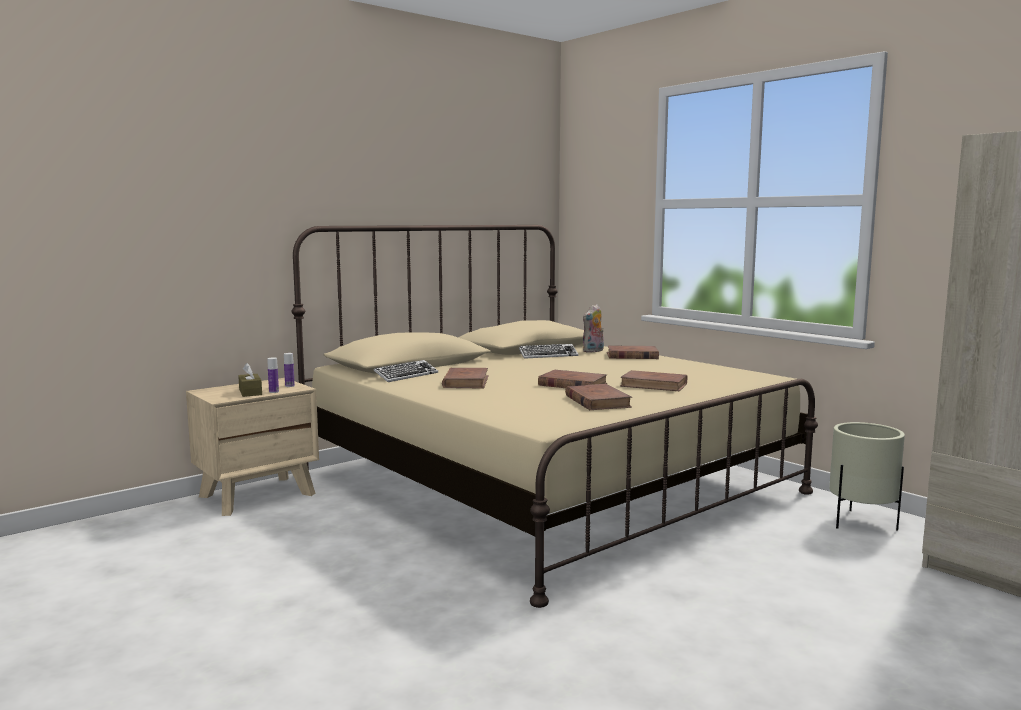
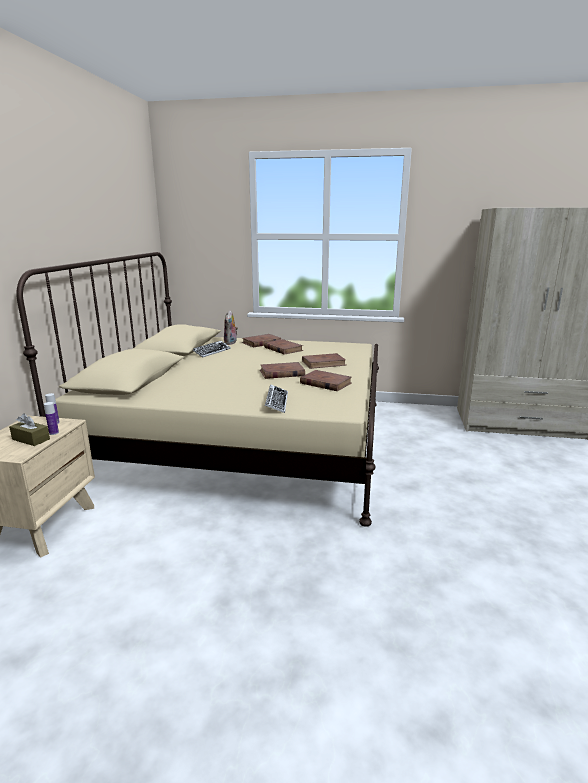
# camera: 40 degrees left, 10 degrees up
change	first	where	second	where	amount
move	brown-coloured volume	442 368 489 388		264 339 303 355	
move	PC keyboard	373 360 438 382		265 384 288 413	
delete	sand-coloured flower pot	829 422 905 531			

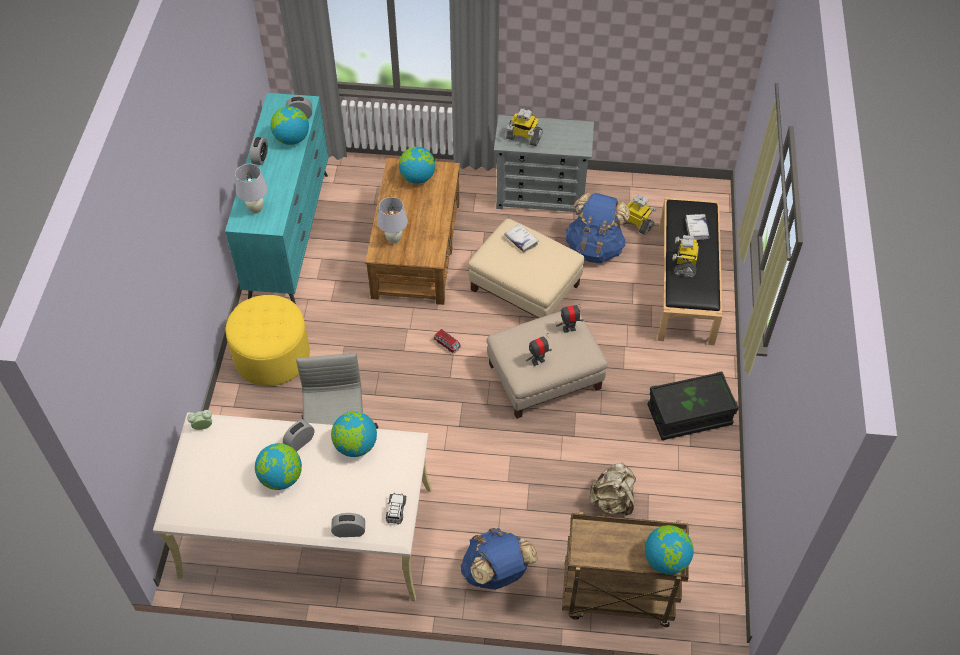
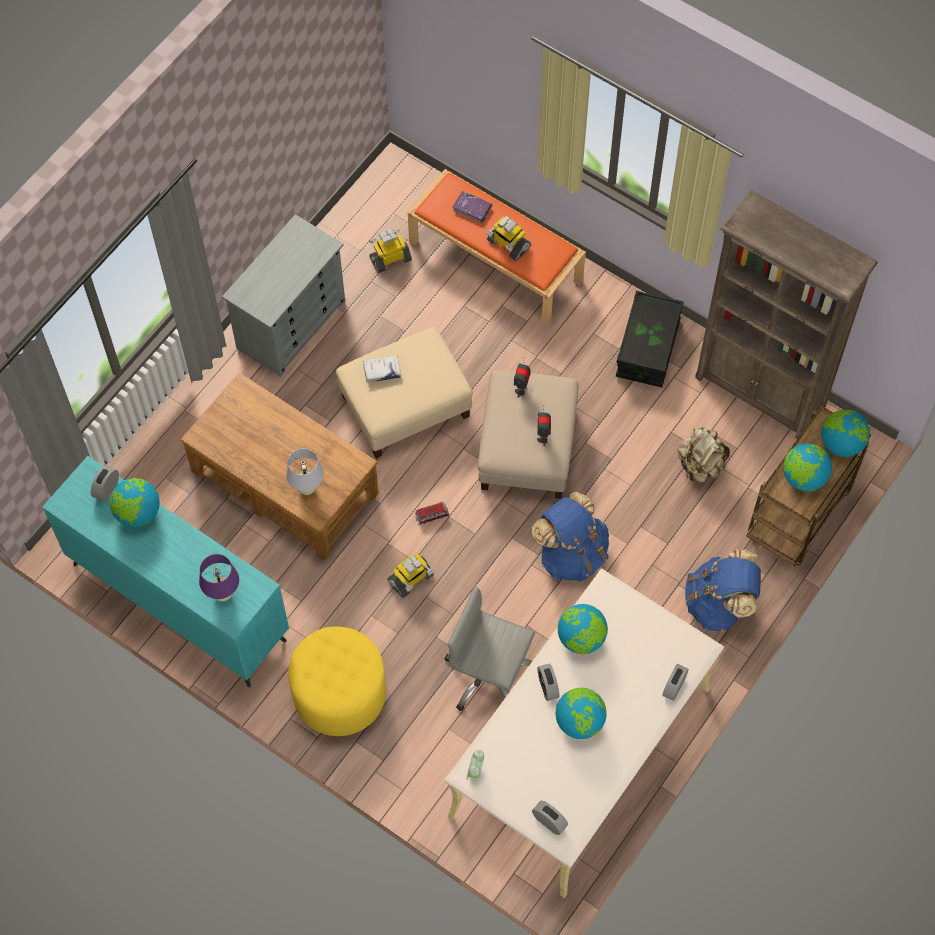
# camera: 60 degrees left, 10 degrees up
change	first	where	second	where	amount
recolor	white lamp for a table	235 164 268 214	purple-coloured lamp for a table	199 554 239 601	
move	robot figure	506 108 543 146		387 553 434 598	
recolor	blackish indoor bench	658 197 722 345	orange-coloured indoor bench	408 169 586 325	
recolor	white volume	685 214 709 240	purple-coloured volume	452 191 493 224	
move	blue knapsack	566 192 630 264		532 492 609 581	
move	table clock	250 137 268 165		532 800 568 835	
insert			brown-coloured bookcase	695 190 878 439	
move	globe	399 147 435 184		783 444 832 491	
delete	toy car	386 493 407 525			

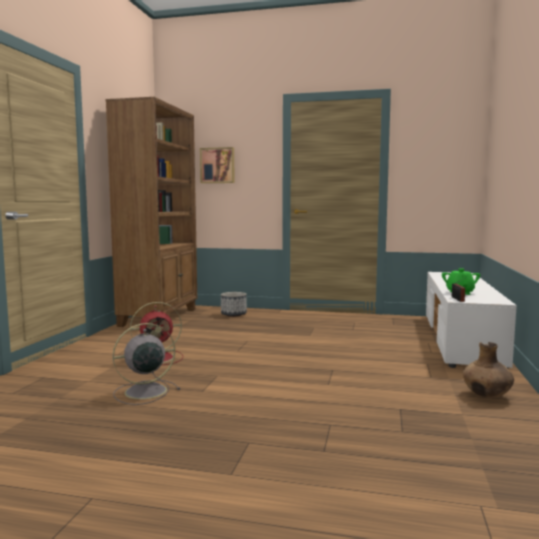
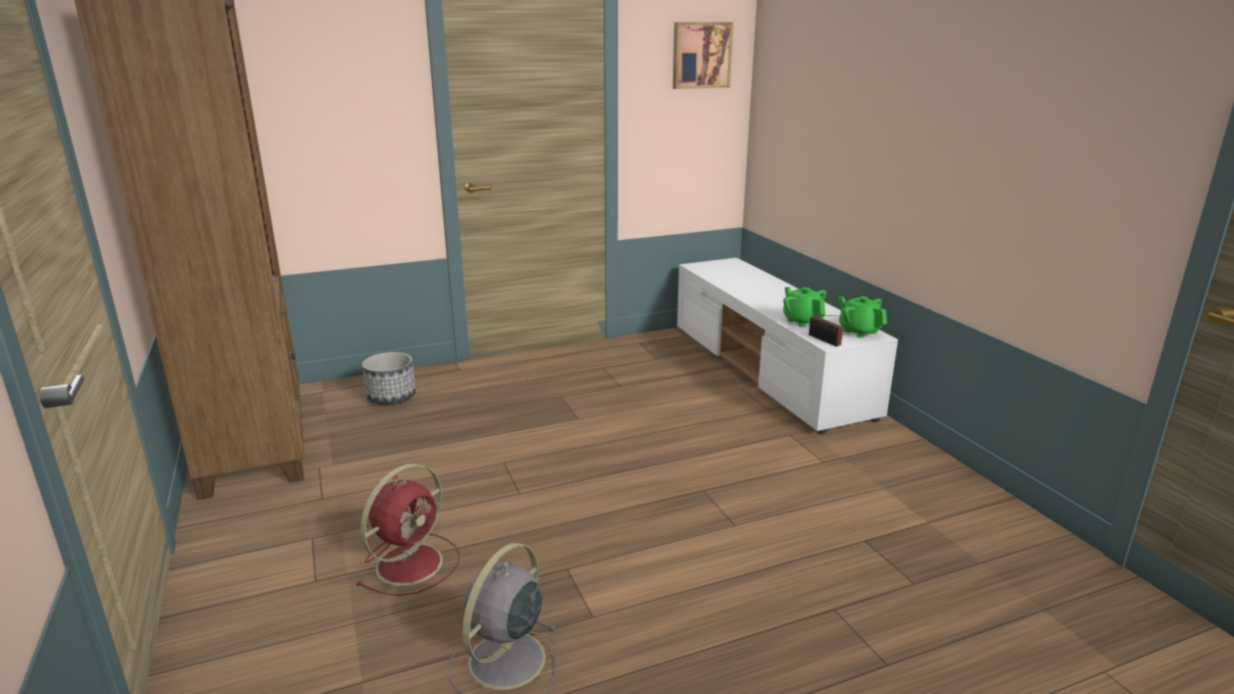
# camera: 35 degrees left, 15 degrees up
change	first	where	second	where	amount
move	wall picture	200 147 235 183		673 22 733 89	
insert			green teapot	838 296 887 338	
delete	brown-coloured flower vase	463 342 514 398			

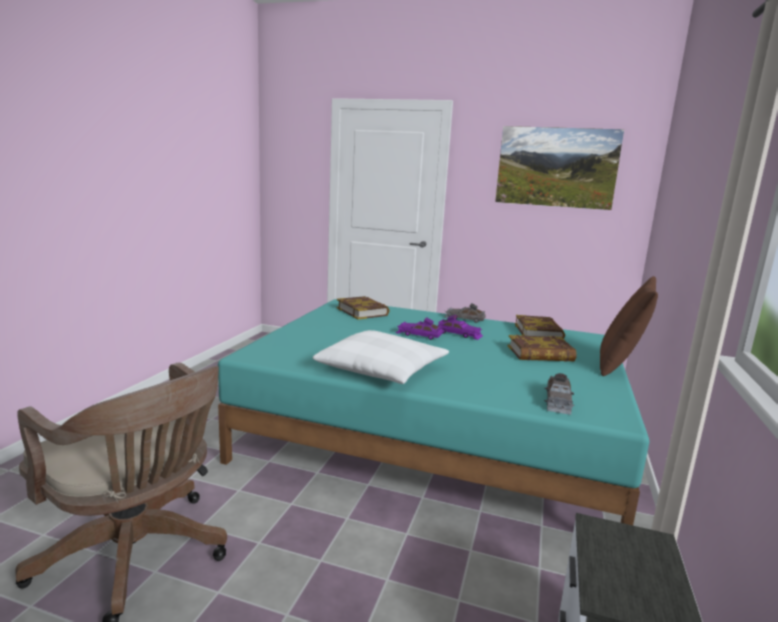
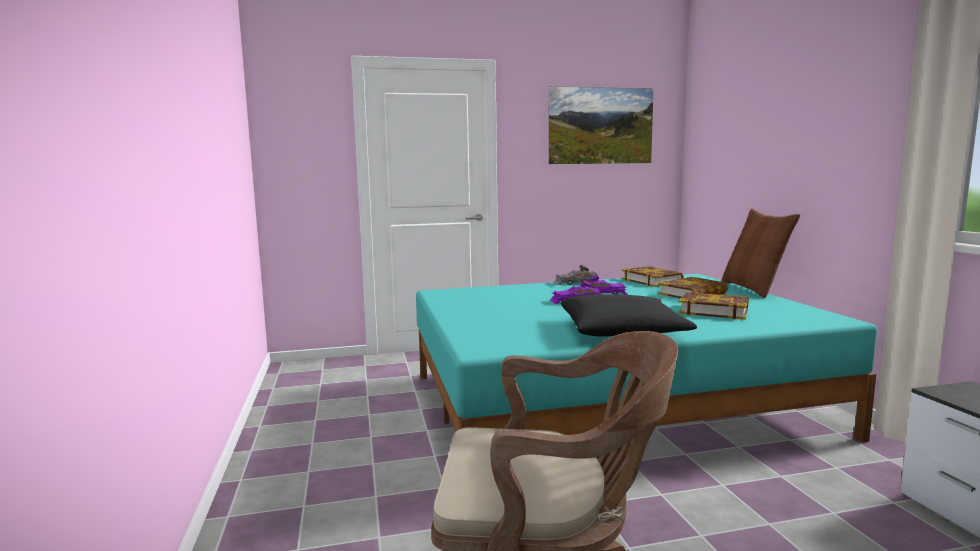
# camera: 30 degrees left, 5 degrees down
change	first	where	second	where	amount
recolor	white cushion	313 330 449 384	blackish cushion	561 294 697 336	
move	volume	337 296 389 320		679 292 749 320	
delete	grey toy car	544 373 575 415			

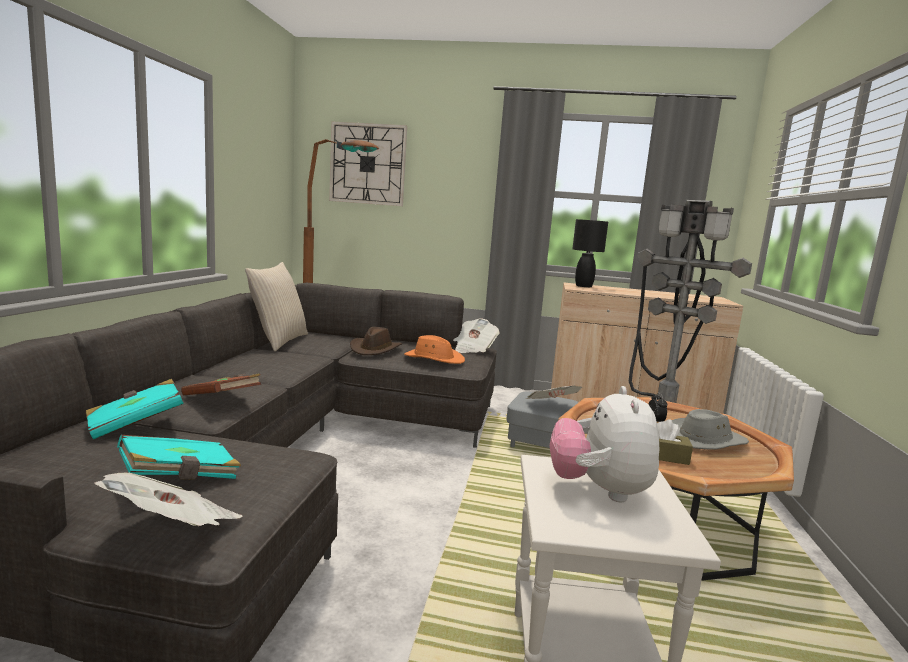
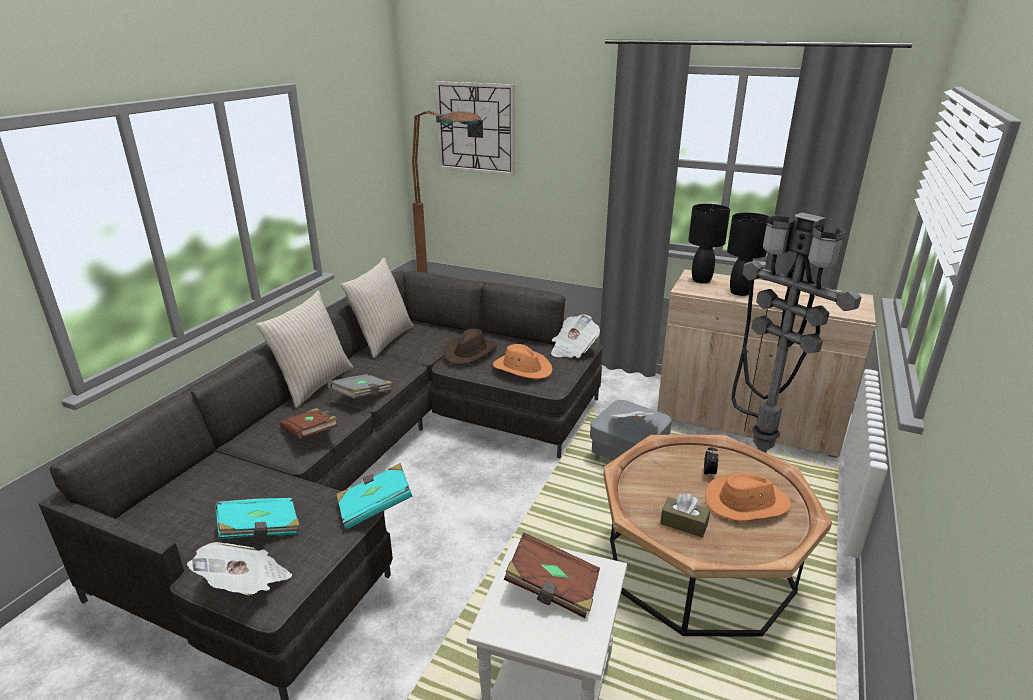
# camera: 15 degrees right, 15 degrees up
change	first	where	second	where	amount
insert			sand-coloured cushion	256 291 353 408	
insert			grey volume	328 374 393 399	
move	turquoise-coloured volume	86 379 184 439		336 463 413 529	
replace	plush toy	550 386 659 502	brown-coloured volume	504 532 600 618	
recolor	grey wearable hat	672 409 749 450	orange-coloured wearable hat	705 473 791 521	
insert			blackish lamp for a table	727 213 770 296	

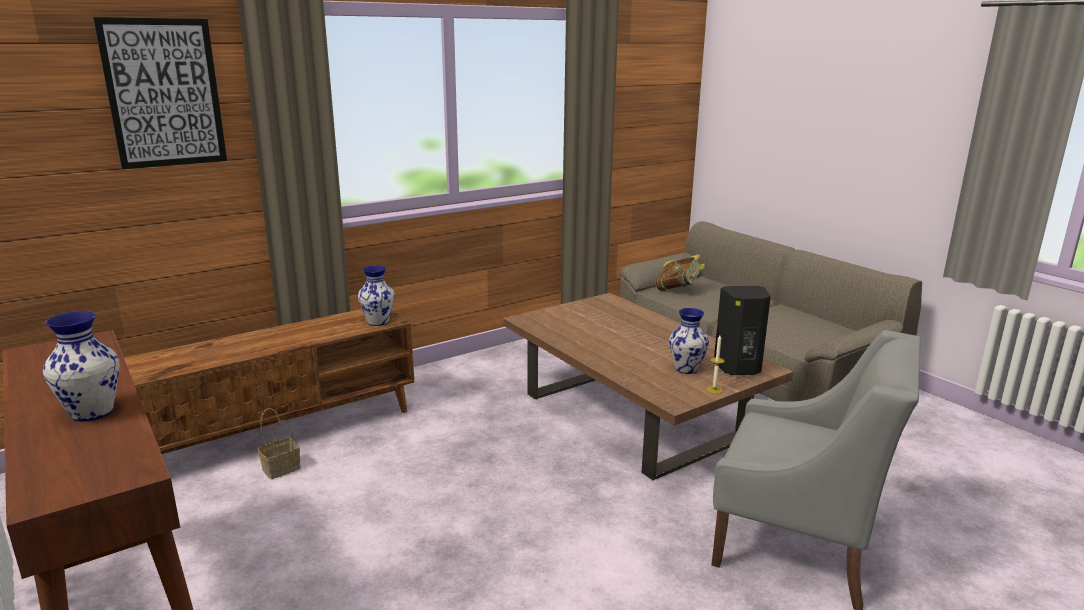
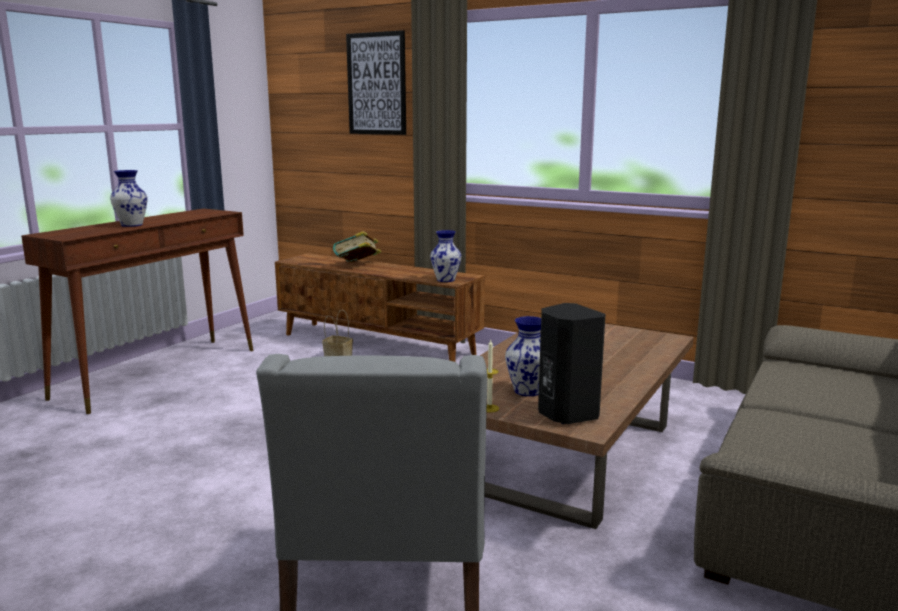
# camera: 65 degrees right, 5 degrees down
change	first	where	second	where	amount
move	volume	655 254 705 291		333 231 381 263	

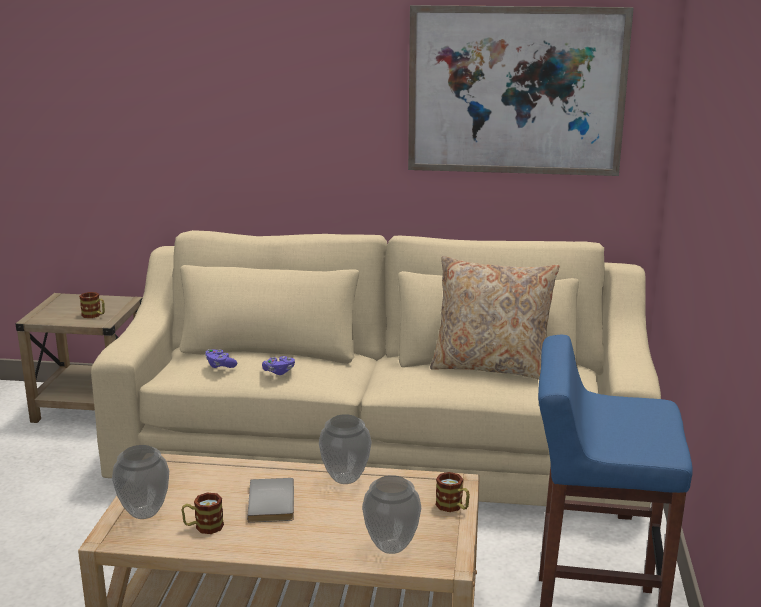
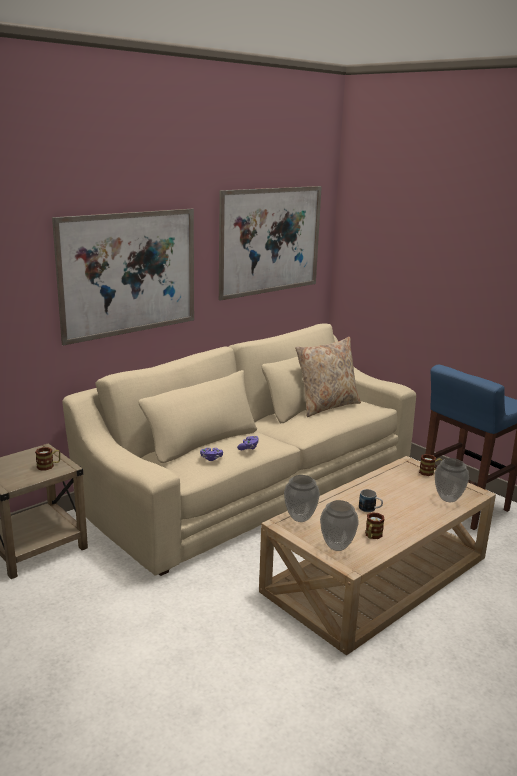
# camera: 50 degrees left, 0 degrees up
change	first	where	second	where	amount
insert			wall picture	52 209 194 346	
move	flower vase	319 414 371 484		284 475 320 522	
replace	grey volume	247 478 294 523	coffee mug	359 489 383 512	

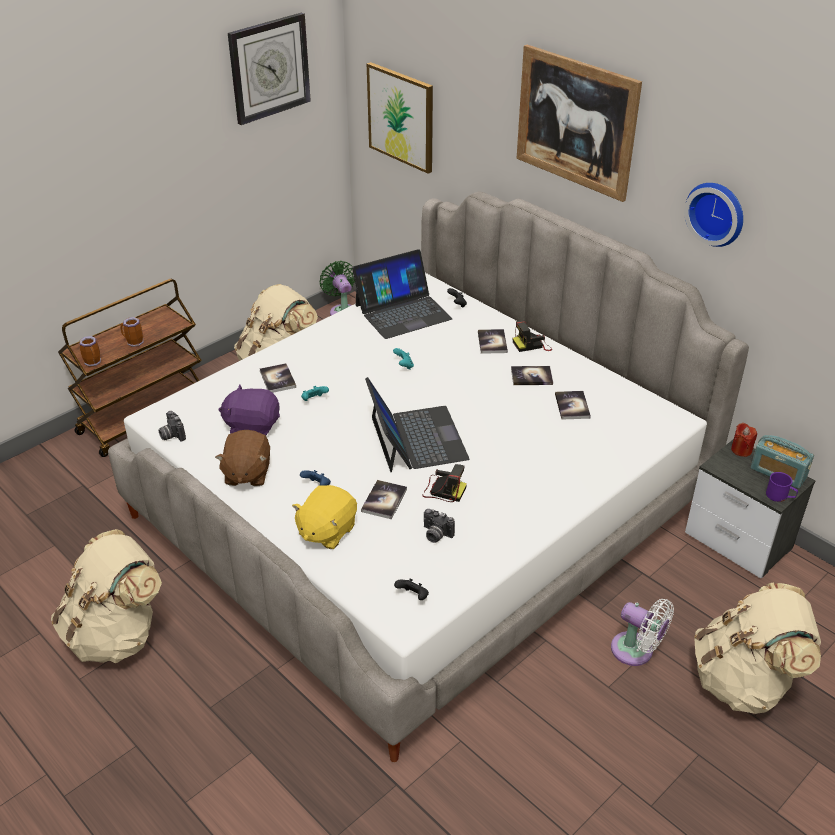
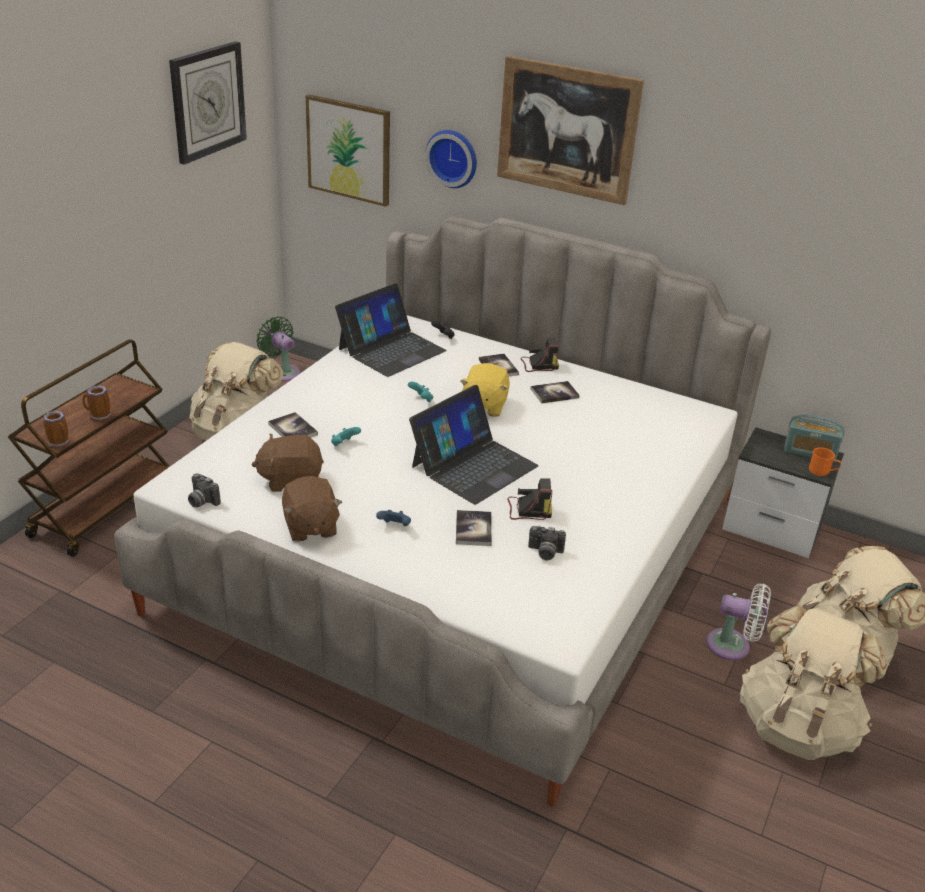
# camera: 20 degrees left, 5 degrees down
change	first	where	second	where	amount
recolor	purple-coloured plush toy	218 384 280 435	brown-coloured plush toy	251 434 324 492	
rotate	laptop	365 377 469 472		409 385 539 505	75 degrees clockwise
move	hanging clock	684 183 743 247		425 130 477 188	
move	yellow plush toy	292 485 357 549		460 363 510 417	
rotate	still camera	513 321 552 352		521 338 559 372	150 degrees counterclockwise
move	sand-coloured knapsack	51 529 162 663		740 605 887 760	
recolor	purple-coloured coffee mug	766 472 798 502	orange-coloured coffee mug	809 448 841 476	
delete	blackish game controller	394 579 429 600			
delete	volume	555 391 591 420			
delete	red wax light	731 423 757 457			

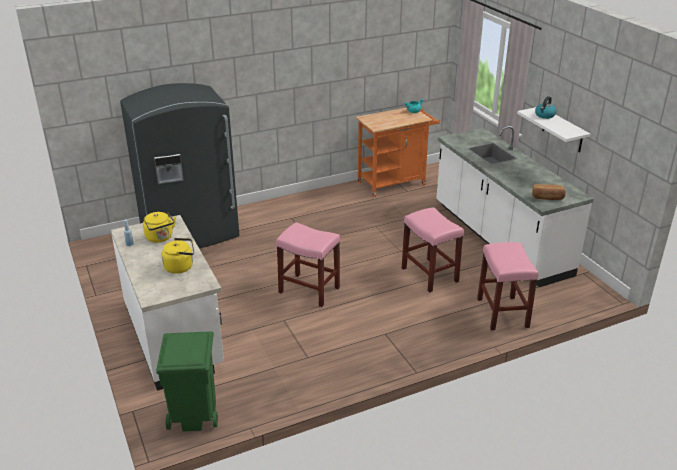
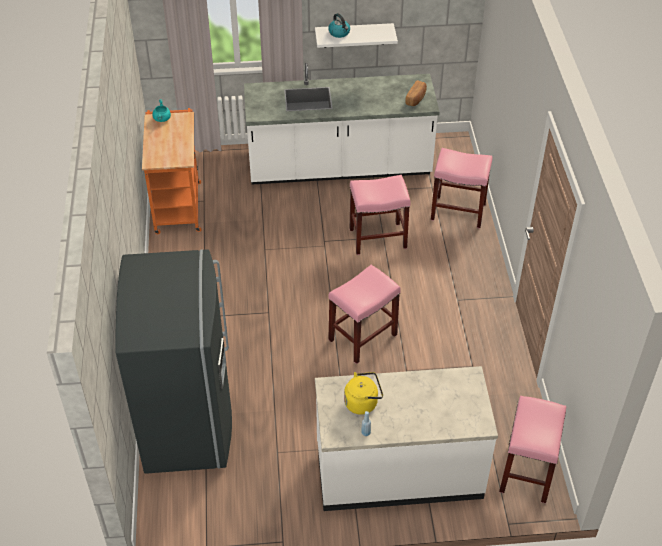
# camera: 70 degrees left, 15 degrees up
change	first	where	second	where	amount
replace	green trash can	156 331 218 432	pink-coloured sitting stool	499 396 566 503	
delete	yellow tea kettle	162 238 194 274			

